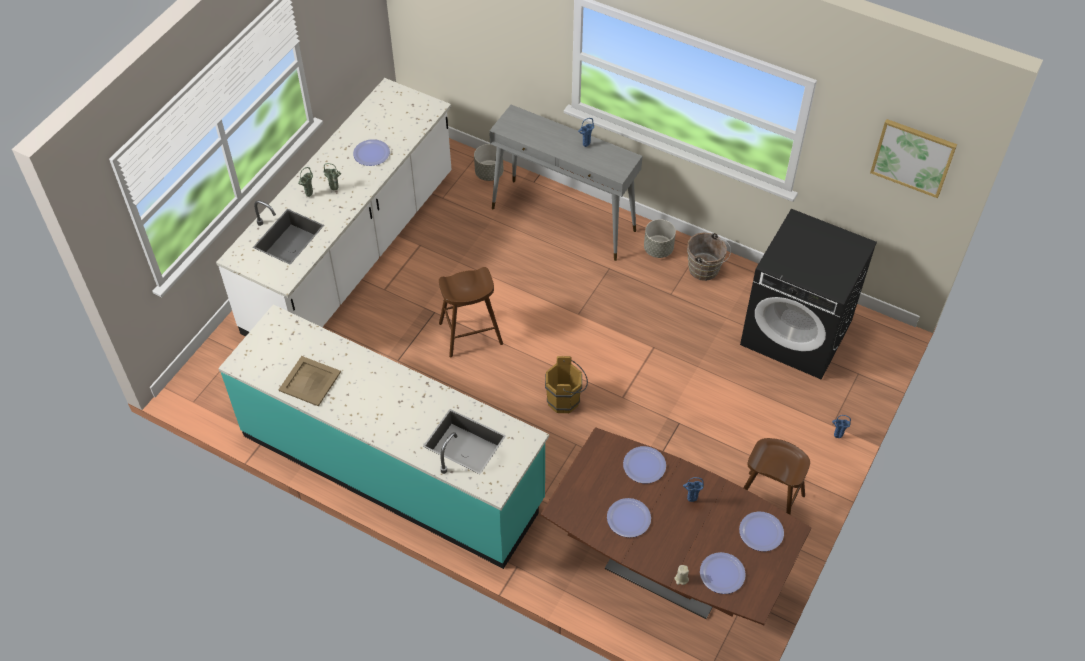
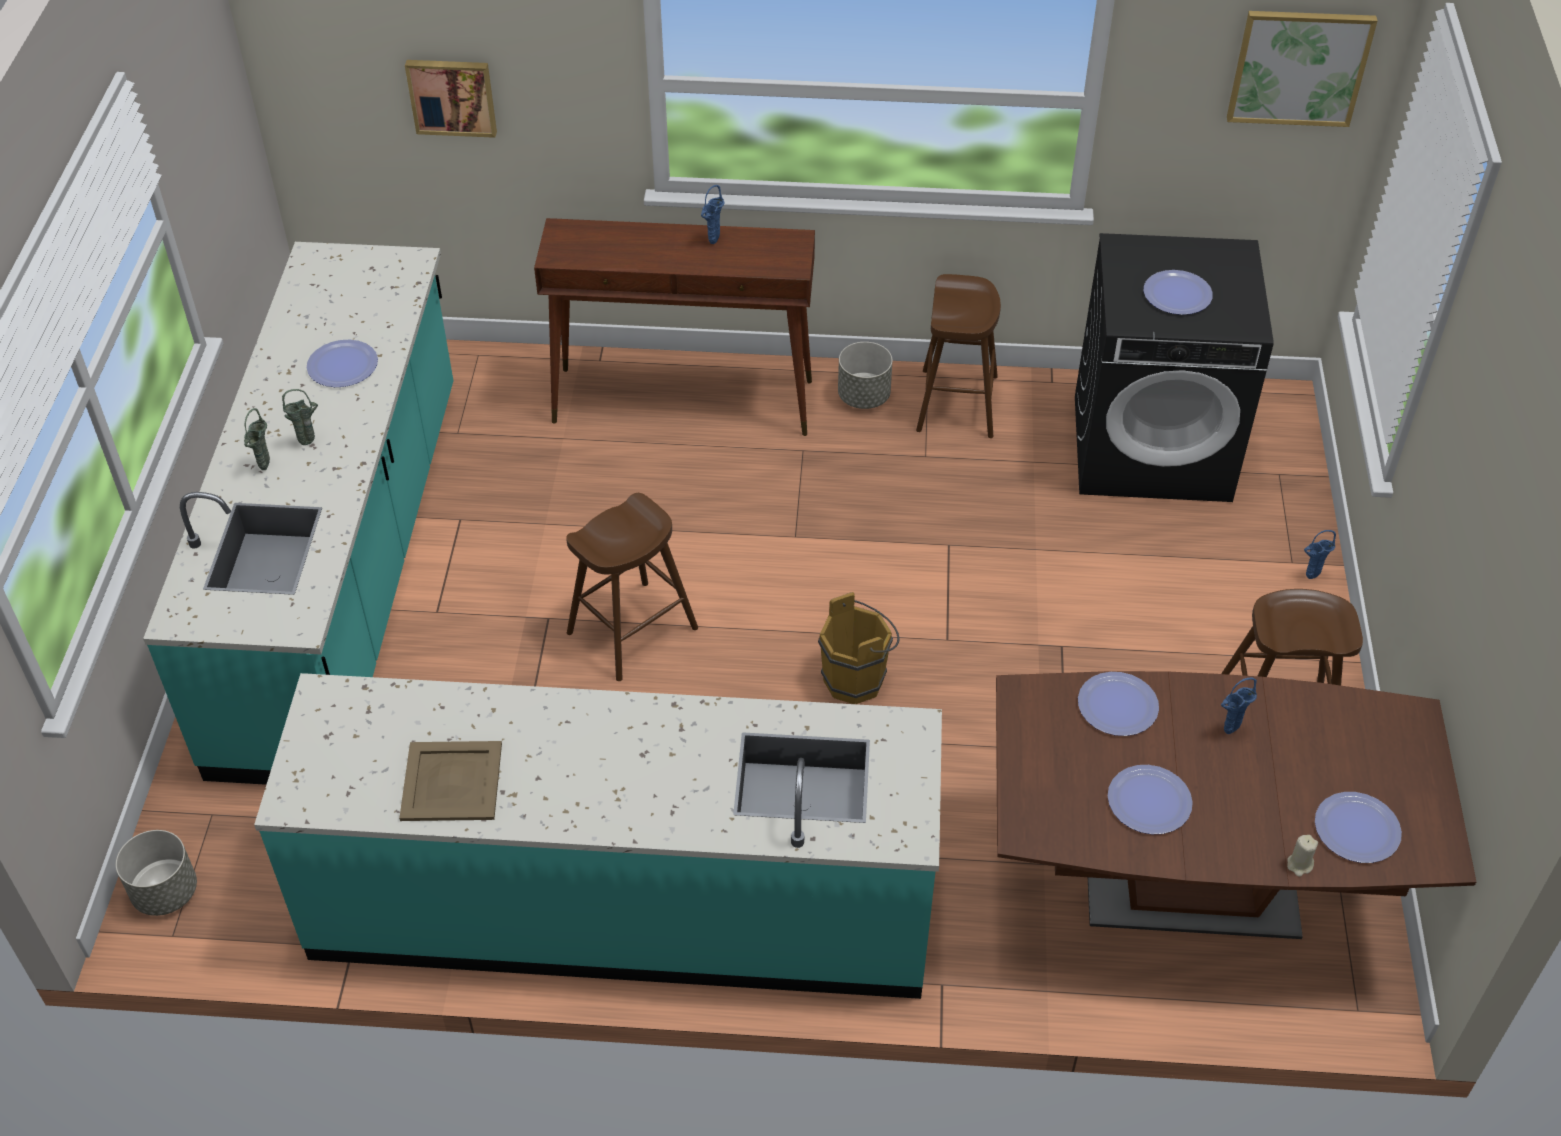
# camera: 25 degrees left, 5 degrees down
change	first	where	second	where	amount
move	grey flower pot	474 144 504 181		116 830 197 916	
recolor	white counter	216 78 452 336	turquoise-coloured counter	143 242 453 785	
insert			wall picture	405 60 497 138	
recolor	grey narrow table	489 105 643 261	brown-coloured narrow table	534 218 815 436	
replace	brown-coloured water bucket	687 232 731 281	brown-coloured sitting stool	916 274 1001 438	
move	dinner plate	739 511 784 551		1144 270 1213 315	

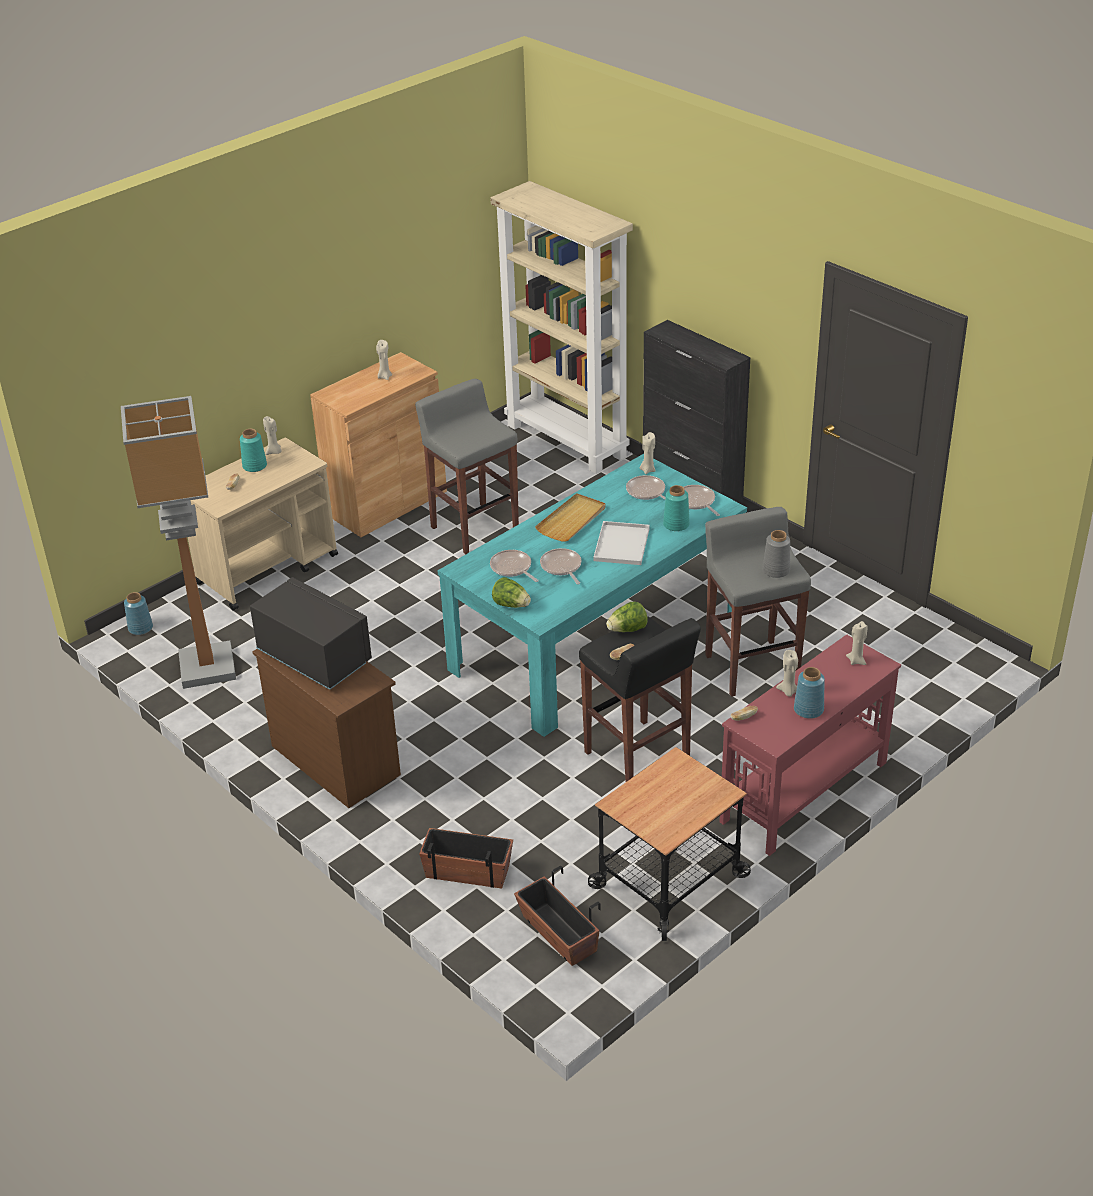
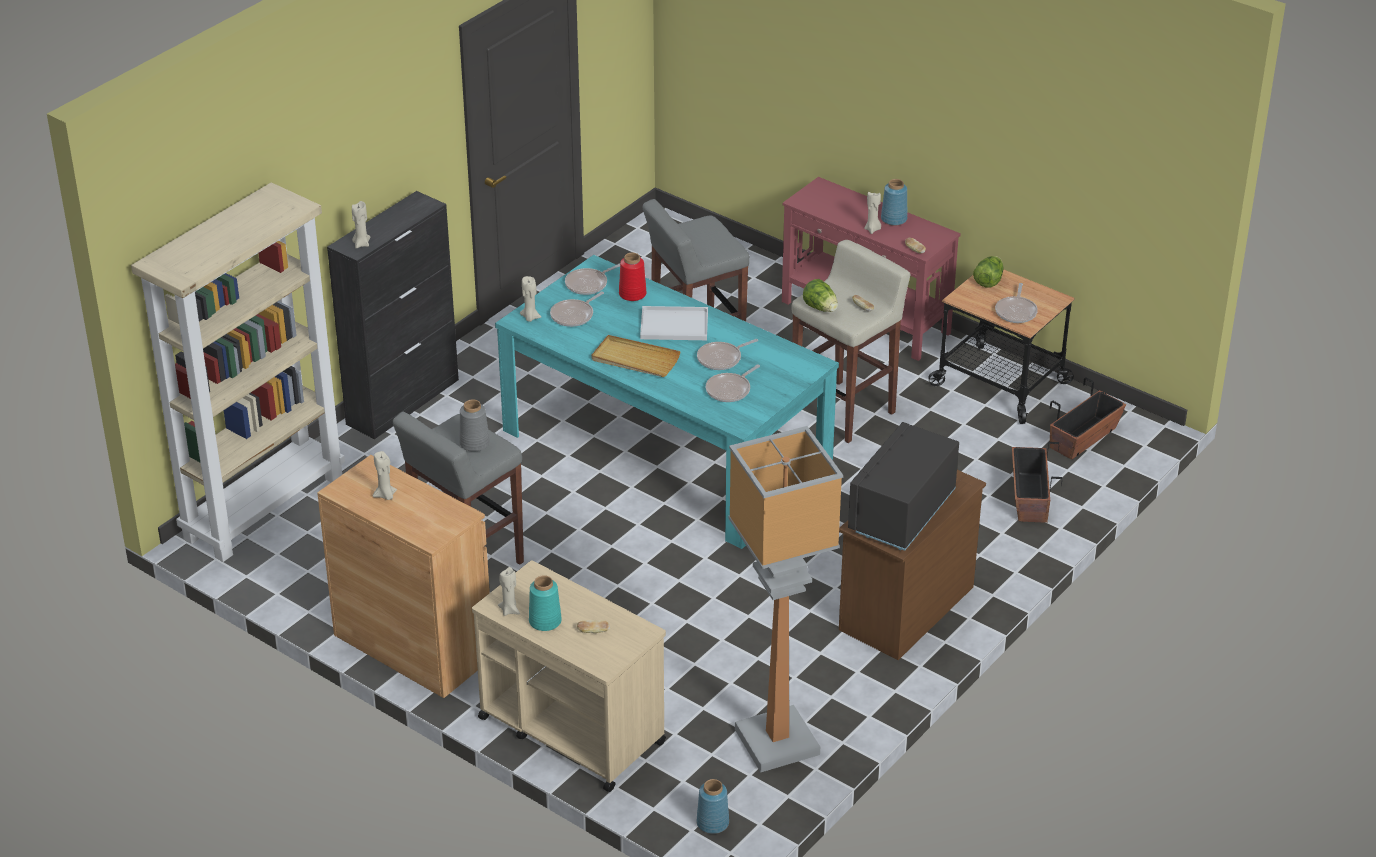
# camera: 100 degrees left, 0 degrees up
change	first	where	second	where	amount
move	sand-coloured wax light	846 621 867 665		352 201 370 248	
move	grey flower vase	763 530 790 578		459 399 490 452	
recolor	turquoise-coloured flower vase	663 485 690 531	red flower vase	619 253 647 301	
recolor	blackish sitting stool	579 616 701 782	sand-coloured sitting stool	792 240 910 443	
move	lettuce	492 577 531 608		973 256 1004 288	
insert			skillet	995 283 1038 323	

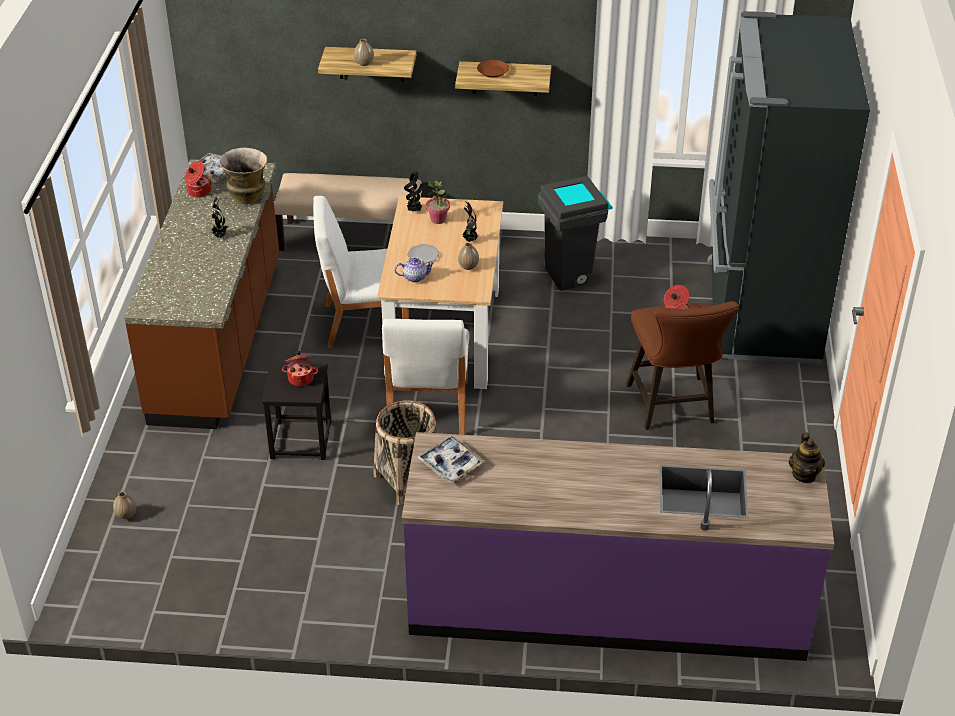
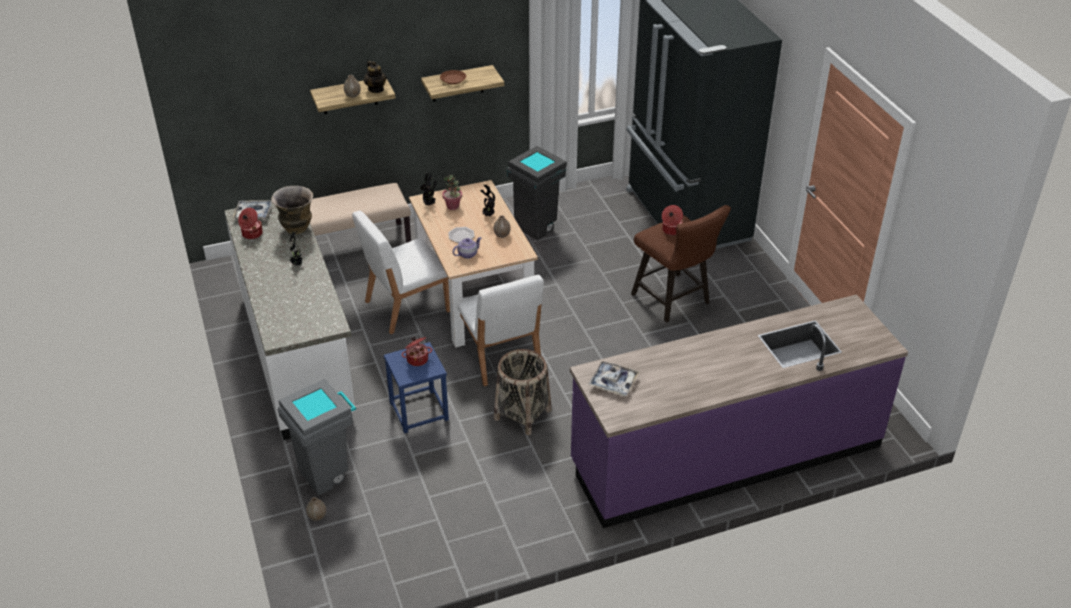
# camera: 25 degrees left, 0 degrees up
change	first	where	second	where	amount
recolor	brown-coloured counter	124 159 279 429	white counter	224 203 356 440	
insert			grey trash can	278 379 356 495	
move	teapot	789 432 825 483		364 61 387 93	
recolor	blackish sitting stool	262 363 331 460	blue sitting stool	384 342 449 433	

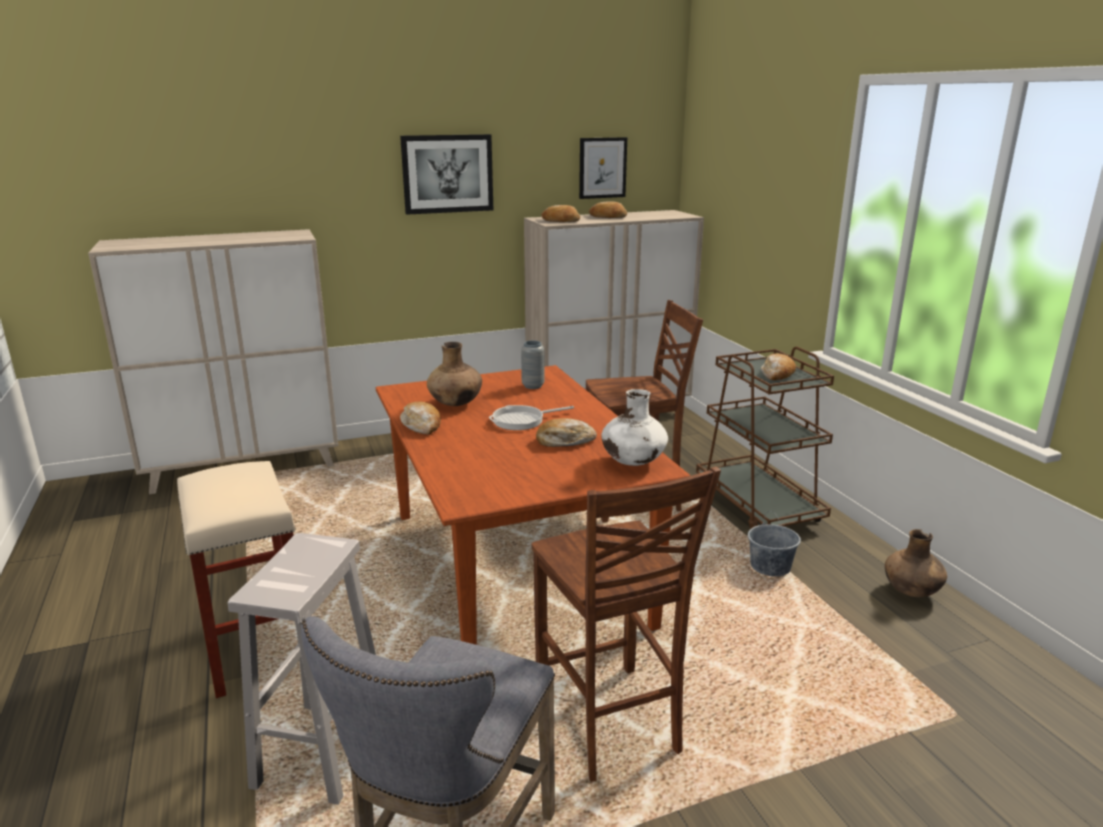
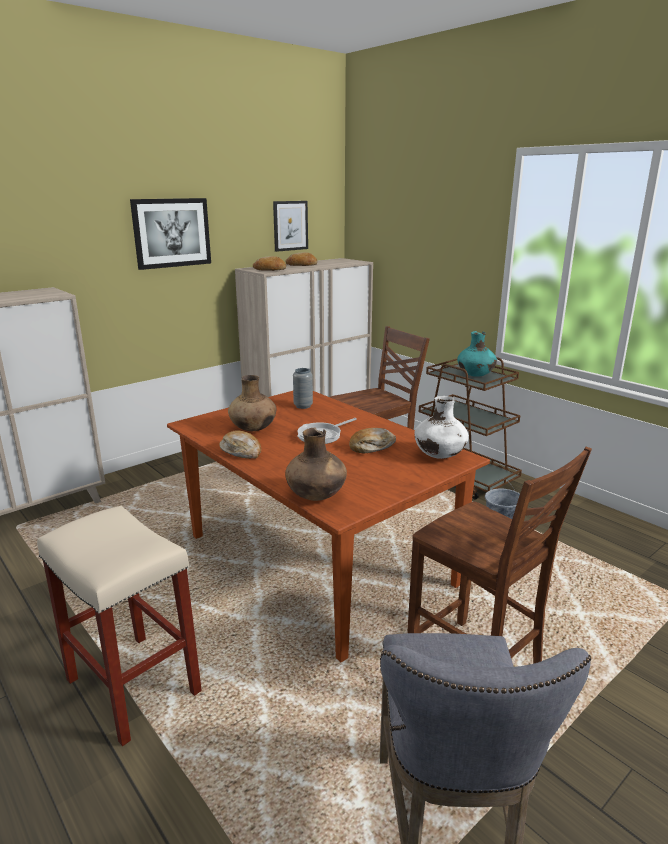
# camera: 20 degrees left, 0 degrees up
change	first	where	second	where	amount
move	brown-coloured flower vase	885 529 947 597		285 428 347 501	
replace	bread	761 354 796 380	turquoise-coloured flower vase	457 331 497 377	
delete	white sitting stool	228 533 376 805			

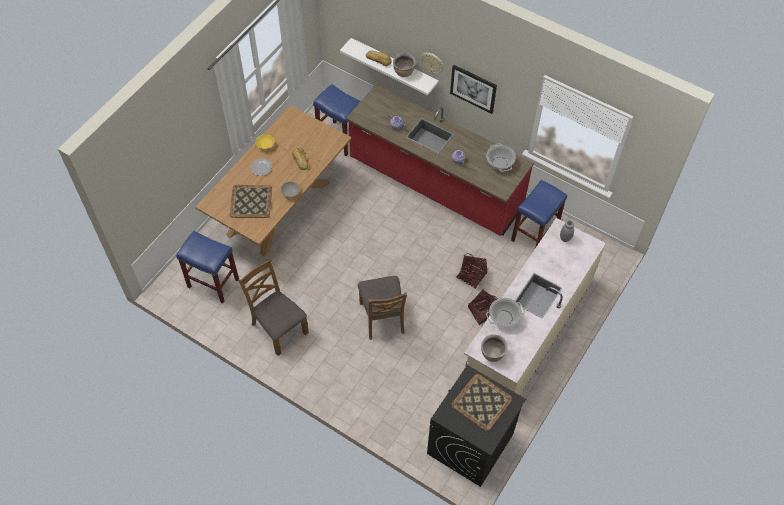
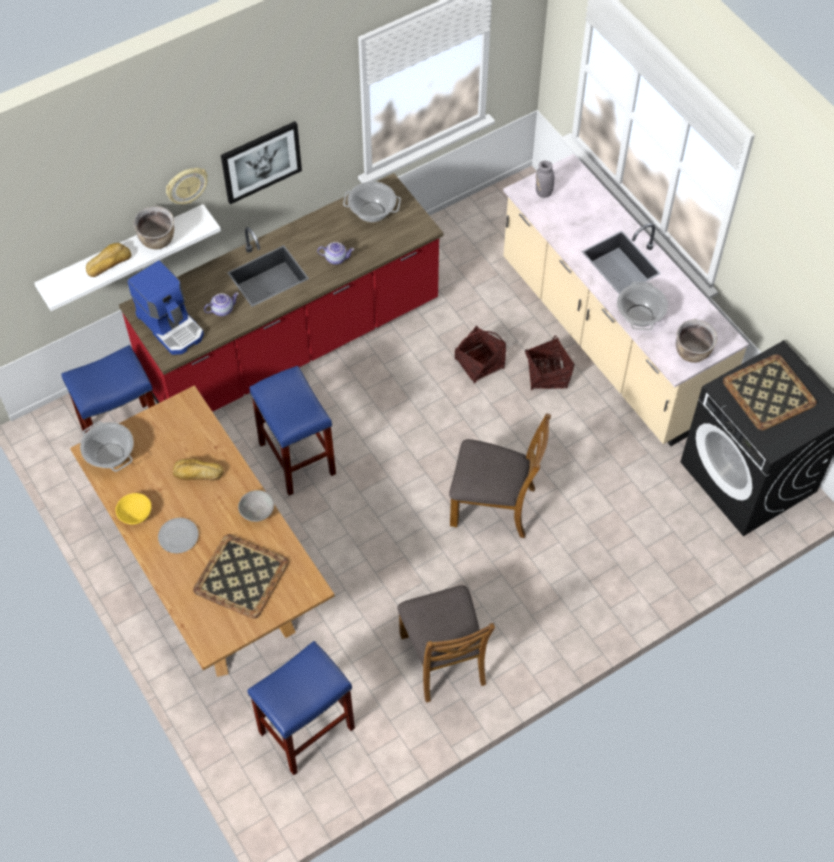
# camera: 65 degrees left, 0 degrees up
change	first	where	second	where	amount
insert			stockpot	80 421 134 472	
insert			coffee brewer	127 260 204 355	
move	blue sitting stool	511 180 567 247		250 366 336 496	
rotate	brown-coloured plain chair	239 259 309 356		398 585 495 703	90 degrees counterclockwise

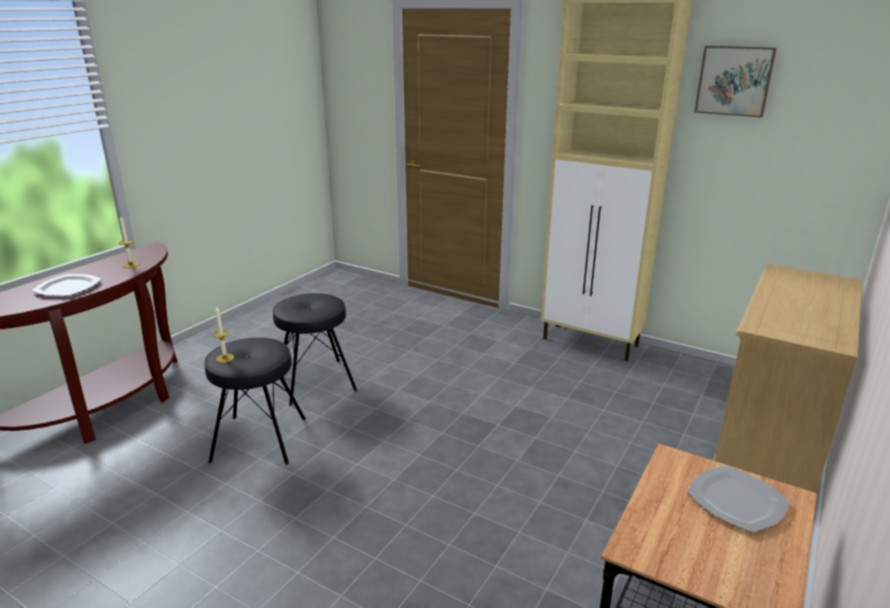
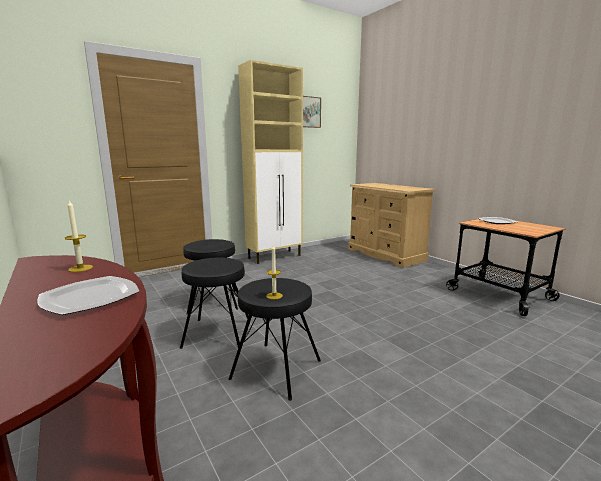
# camera: 65 degrees left, 10 degrees down
change	first	where	second	where	amount
insert			blackish sitting stool	183 239 238 314	

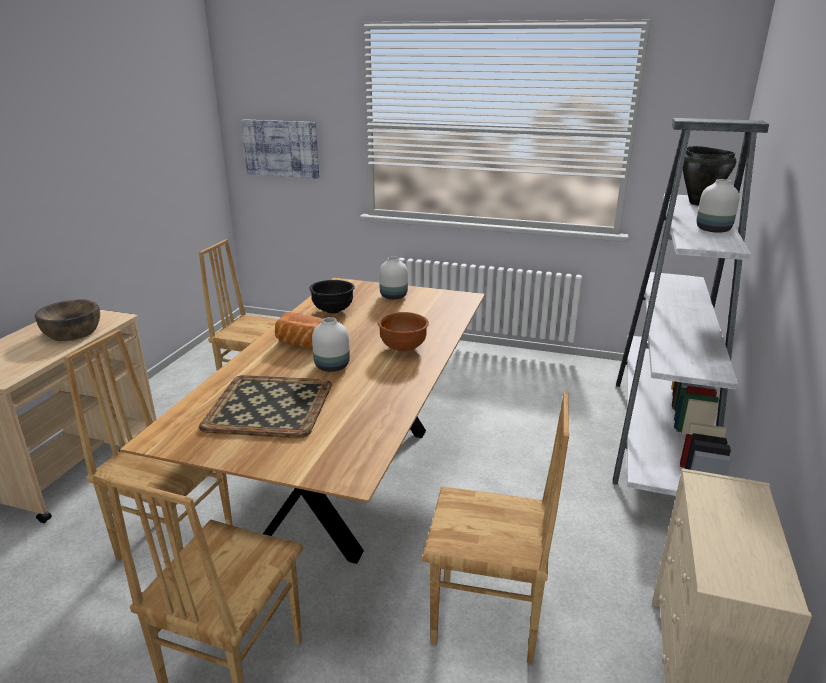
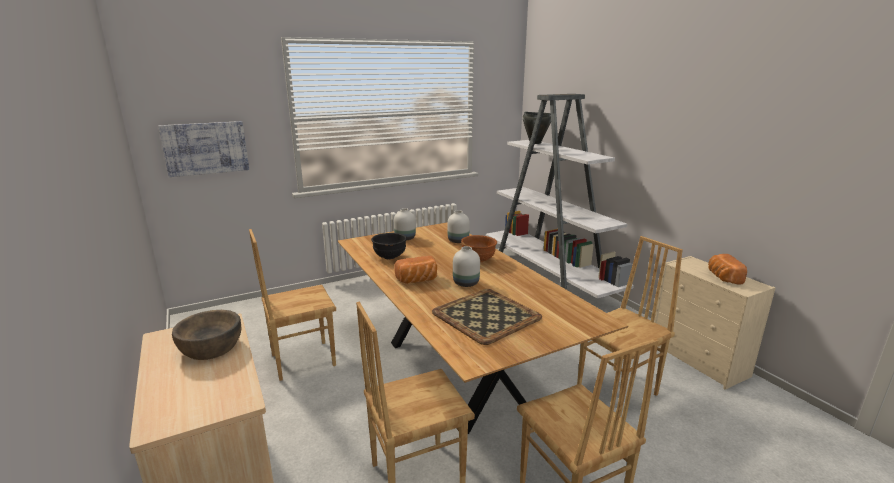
# camera: 45 degrees left, 5 degrees down
change	first	where	second	where	amount
move	white flower vase	697 179 740 233		448 210 470 243	
insert			bread	708 254 747 285	

